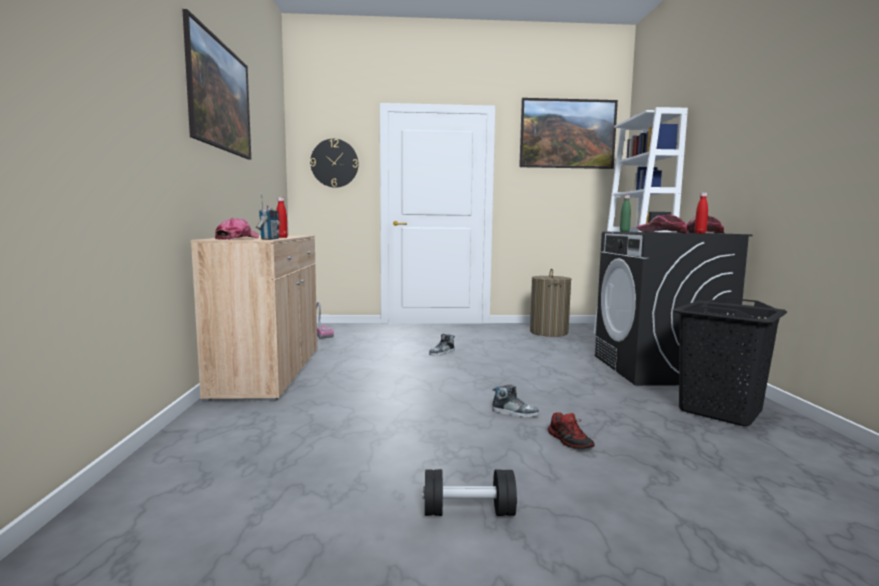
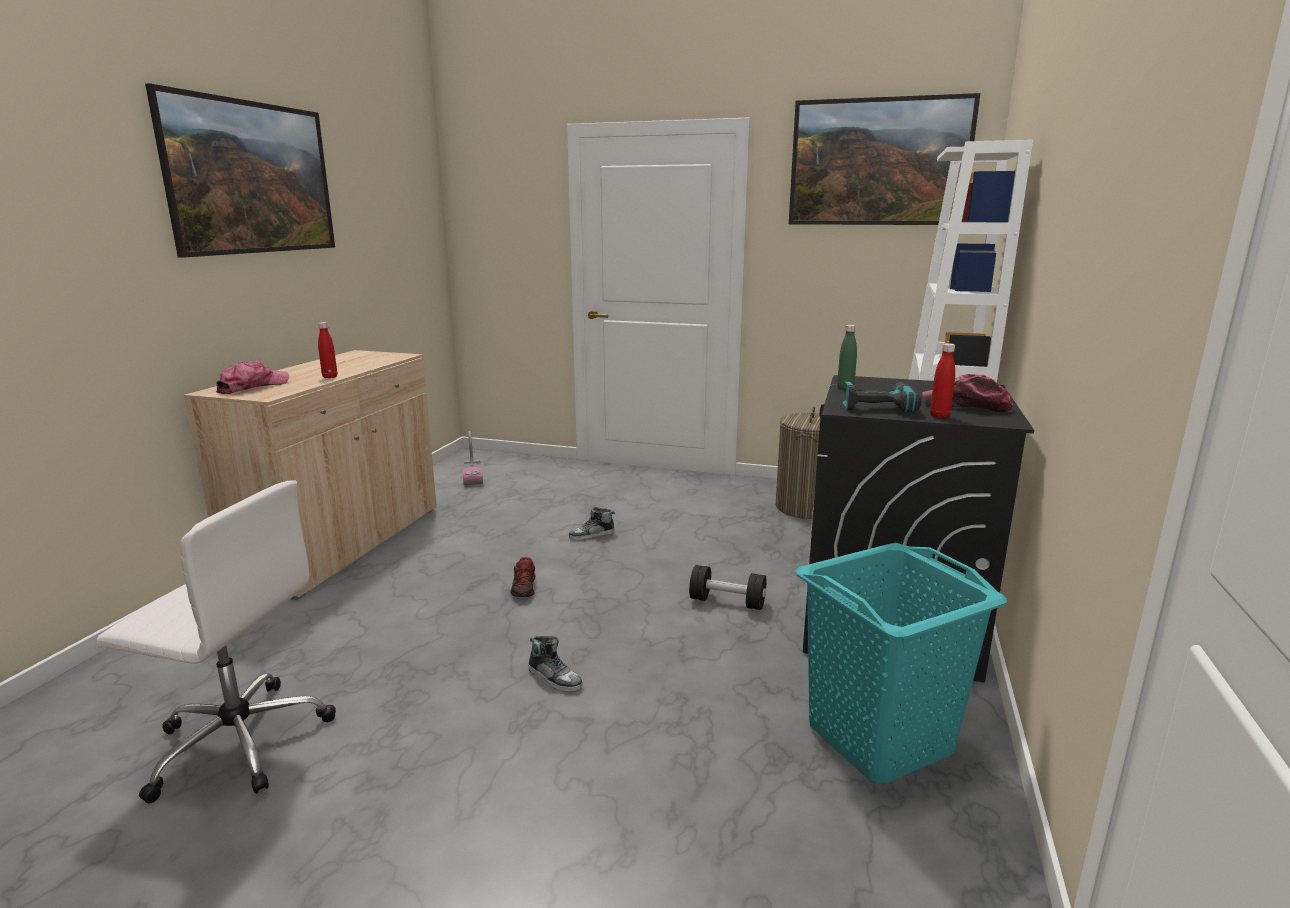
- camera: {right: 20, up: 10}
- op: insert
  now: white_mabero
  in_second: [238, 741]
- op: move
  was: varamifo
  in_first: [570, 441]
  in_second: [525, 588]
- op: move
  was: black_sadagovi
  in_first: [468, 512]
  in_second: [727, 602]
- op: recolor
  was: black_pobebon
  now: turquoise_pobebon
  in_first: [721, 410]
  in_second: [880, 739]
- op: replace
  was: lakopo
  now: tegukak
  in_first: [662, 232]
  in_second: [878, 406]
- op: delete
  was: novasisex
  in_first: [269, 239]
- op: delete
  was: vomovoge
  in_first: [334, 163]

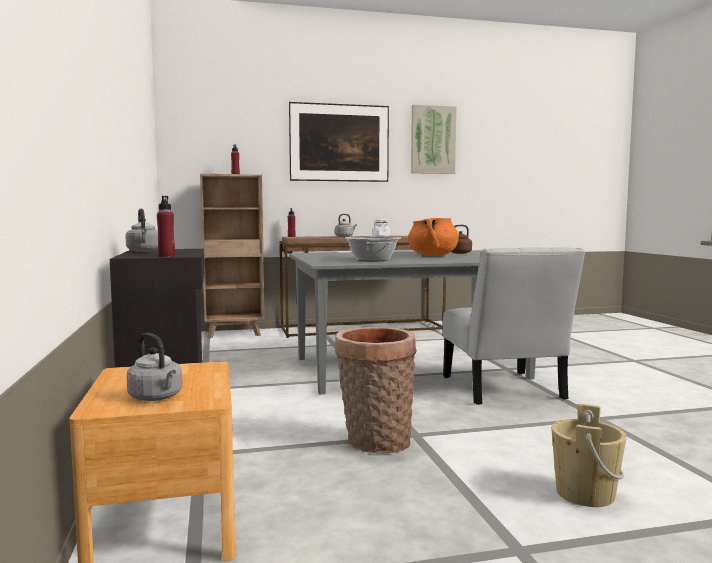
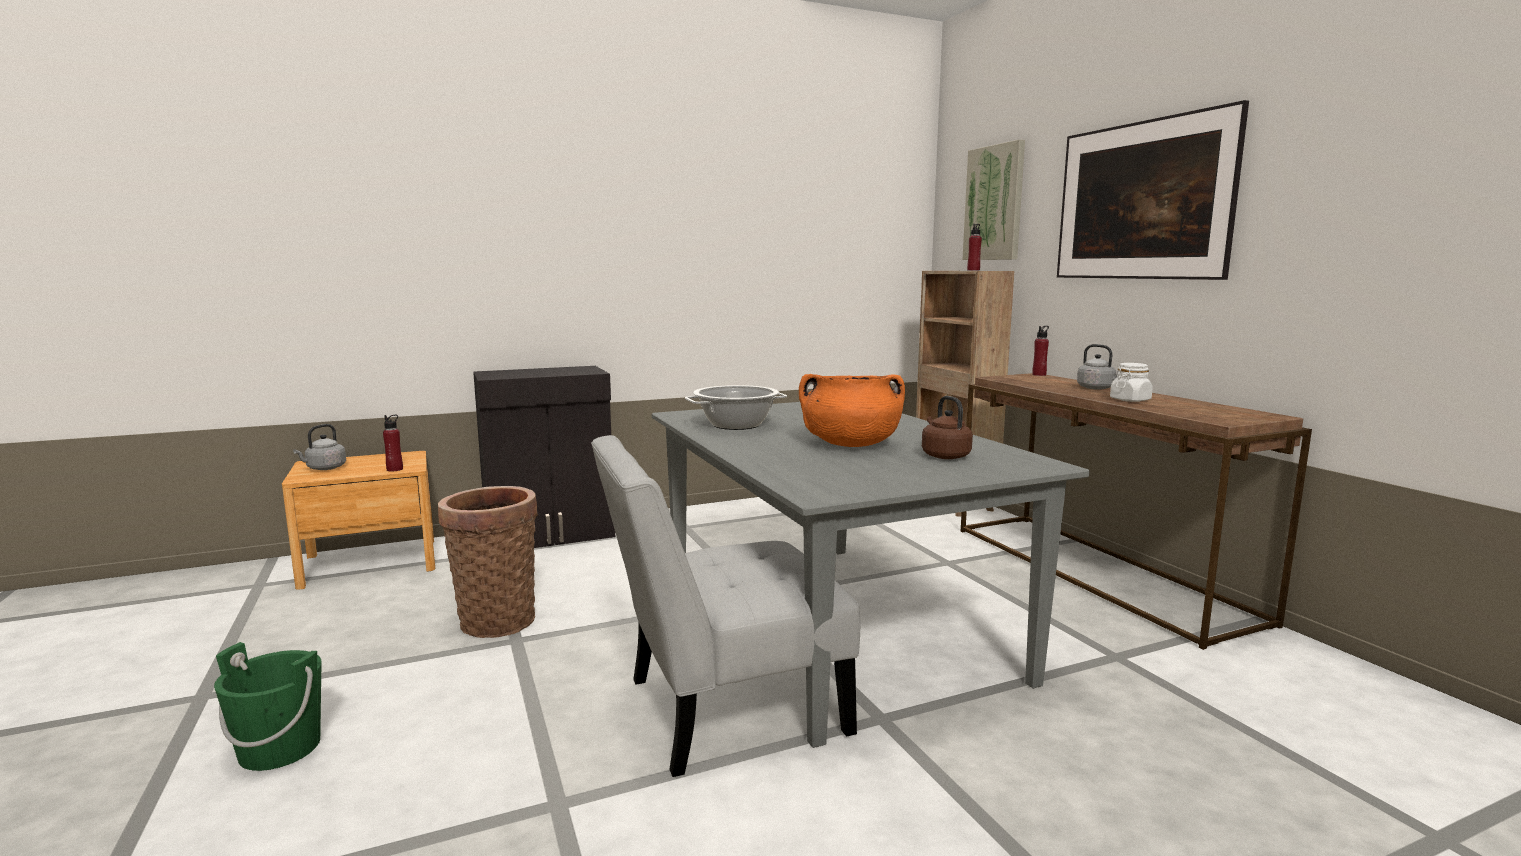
- camera: {right: 80, up: 5}
- op: recolor
  was: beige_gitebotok
  now: green_gitebotok
  in_first: [585, 493]
  in_second: [280, 748]
- op: move
  was: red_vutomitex
  in_first: [166, 256]
  in_second: [395, 469]
- op: move
  was: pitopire
  in_first: [433, 140]
  in_second: [994, 203]
- op: delete
  was: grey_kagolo
  in_first: [144, 251]

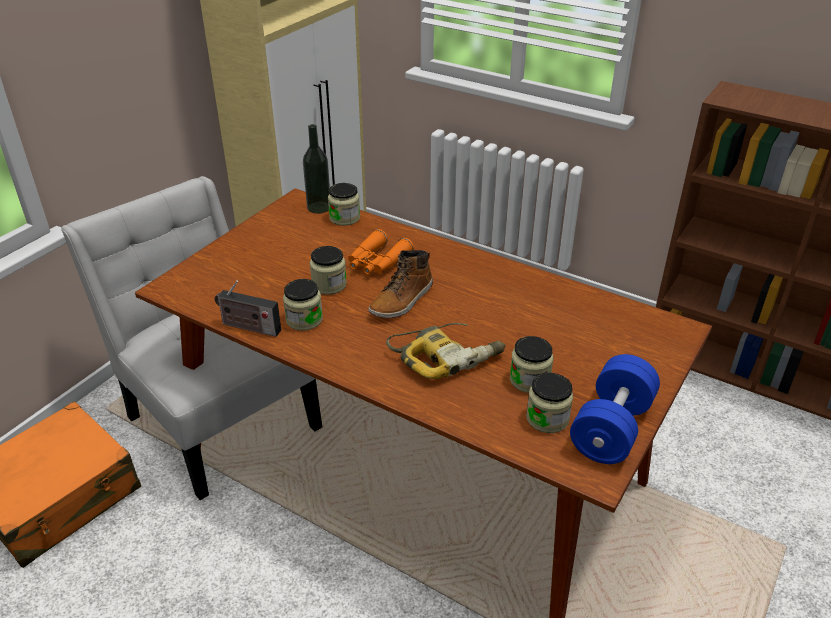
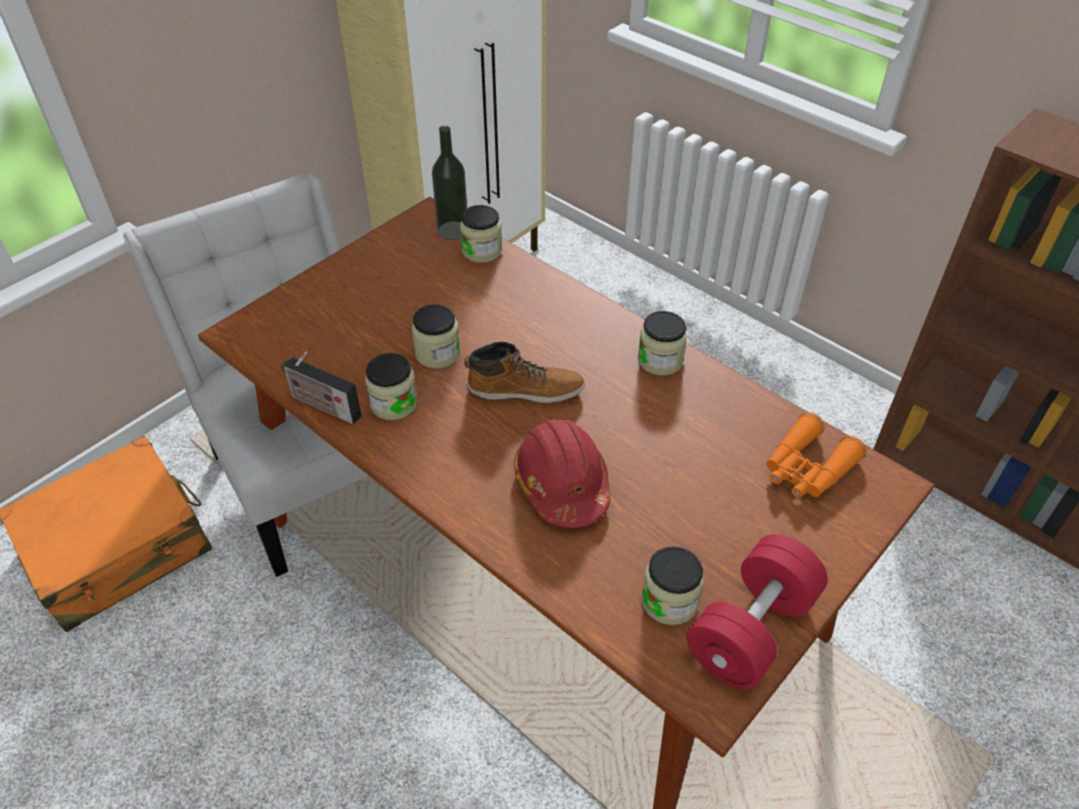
- camera: {right: 10, up: 10}
- op: rotate
  was: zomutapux
  in_first: [402, 300]
  in_second: [525, 389]
  clockwise: -135
- op: replace
  was: tegukak
  now: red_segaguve
  in_first: [447, 356]
  in_second: [562, 484]
- op: move
  was: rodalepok
  in_first: [529, 380]
  in_second: [660, 360]
- op: recolor
  was: blue_sadagovi
  now: red_sadagovi
  in_first: [611, 428]
  in_second: [751, 629]
- op: move
  was: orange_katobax
  in_first: [377, 262]
  in_second: [807, 469]

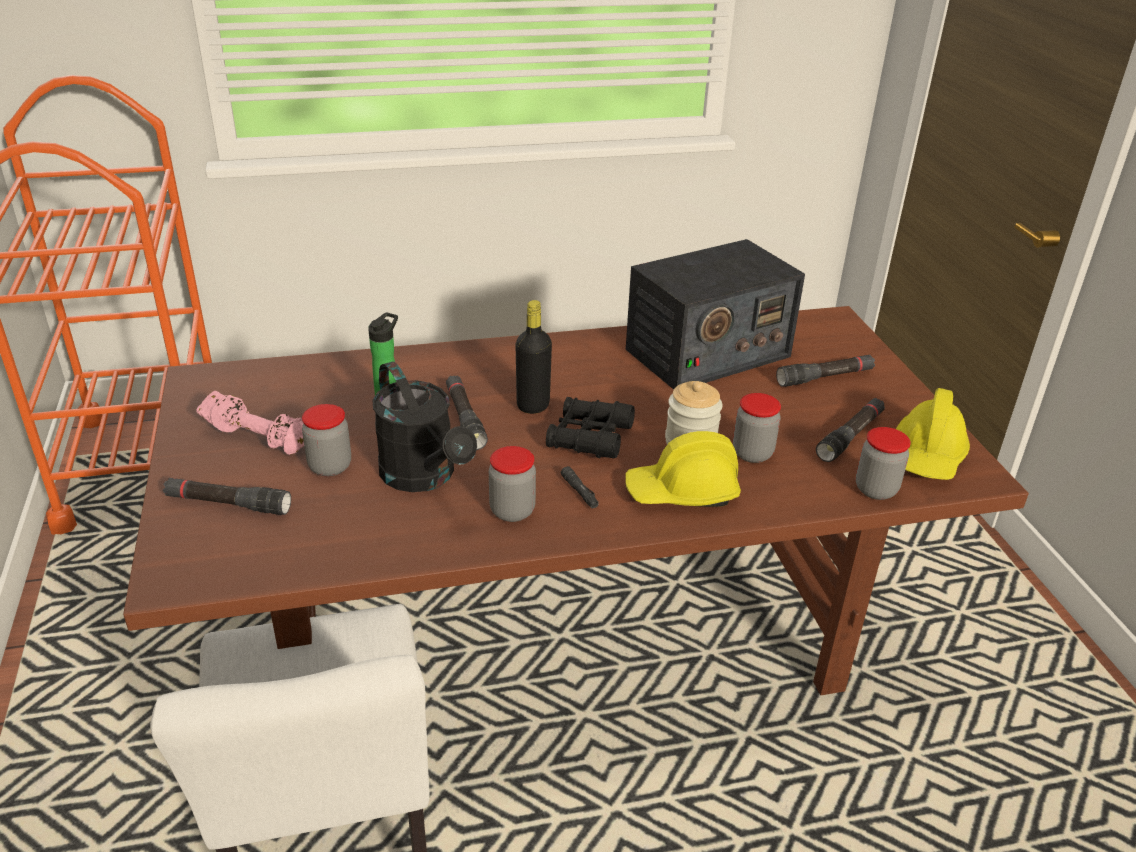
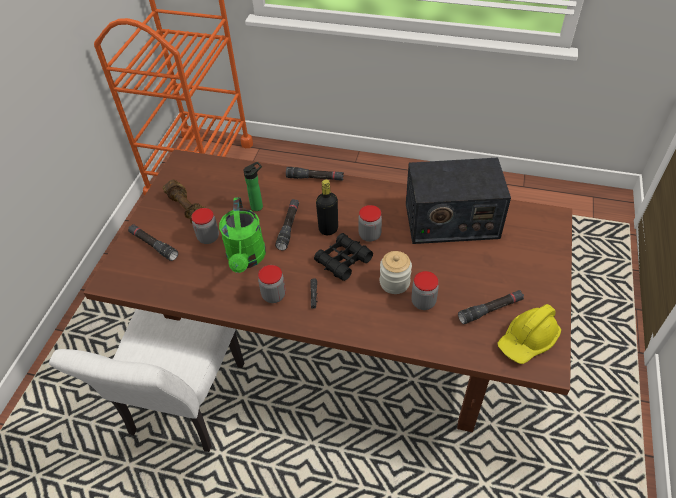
- camera: {right: 30, up: 15}
- op: recolor
  was: pink_sadagovi
  now: brown_sadagovi
  in_first: [258, 437]
  in_second: [187, 208]
- op: recolor
  was: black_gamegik
  now: green_gamegik
  in_first: [424, 477]
  in_second: [246, 259]
- op: move
  was: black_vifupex
  in_first: [825, 377]
  in_second: [315, 178]
- op: move
  was: rodalepok
  in_first: [876, 489]
  in_second: [369, 235]
- op: delete
  was: yellow_segaguve
  in_first: [682, 492]

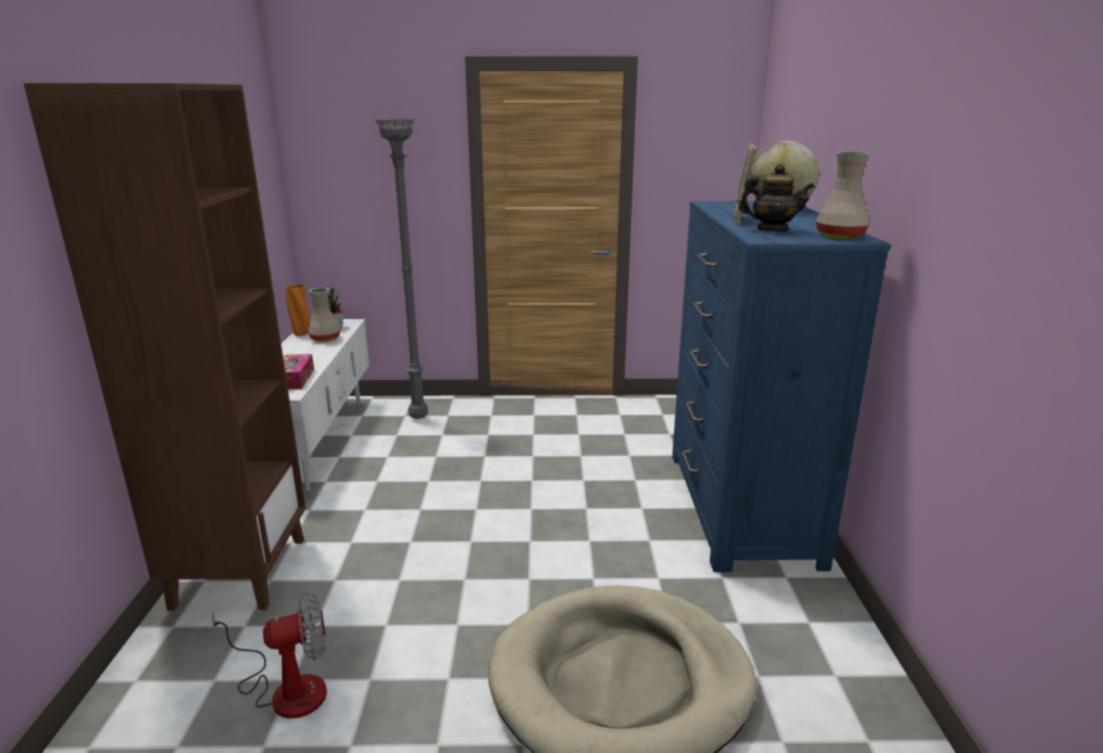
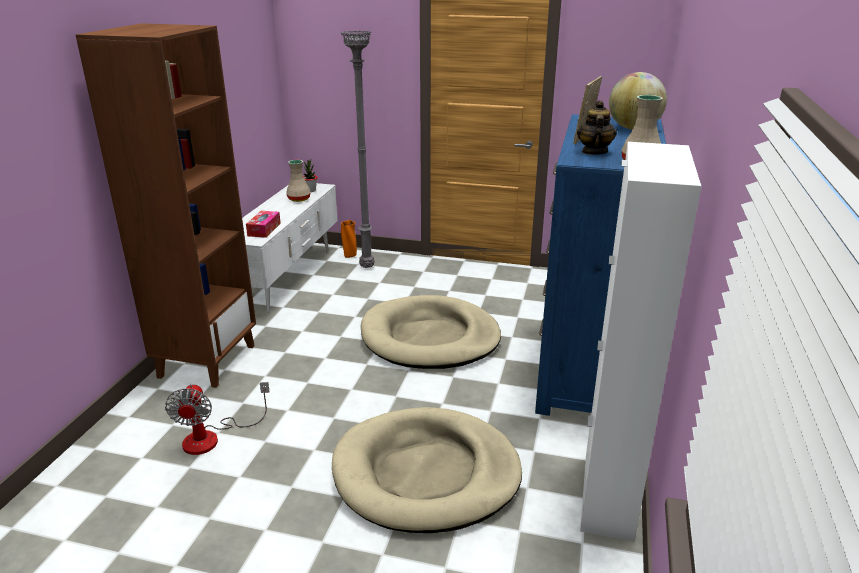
- camera: {right: 15, up: 5}
- op: rotate
  was: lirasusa
  in_first: [286, 689]
  in_second: [212, 437]
  clockwise: 90
- op: move
  was: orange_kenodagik
  in_first: [301, 334]
  in_second: [349, 256]
- op: insert
  now: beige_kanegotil
  in_second: [430, 338]
- op: rotate
  was: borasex
  in_first: [772, 230]
  in_second: [594, 152]
  clockwise: -105
- op: insert
  now: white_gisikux
  in_second: [608, 495]

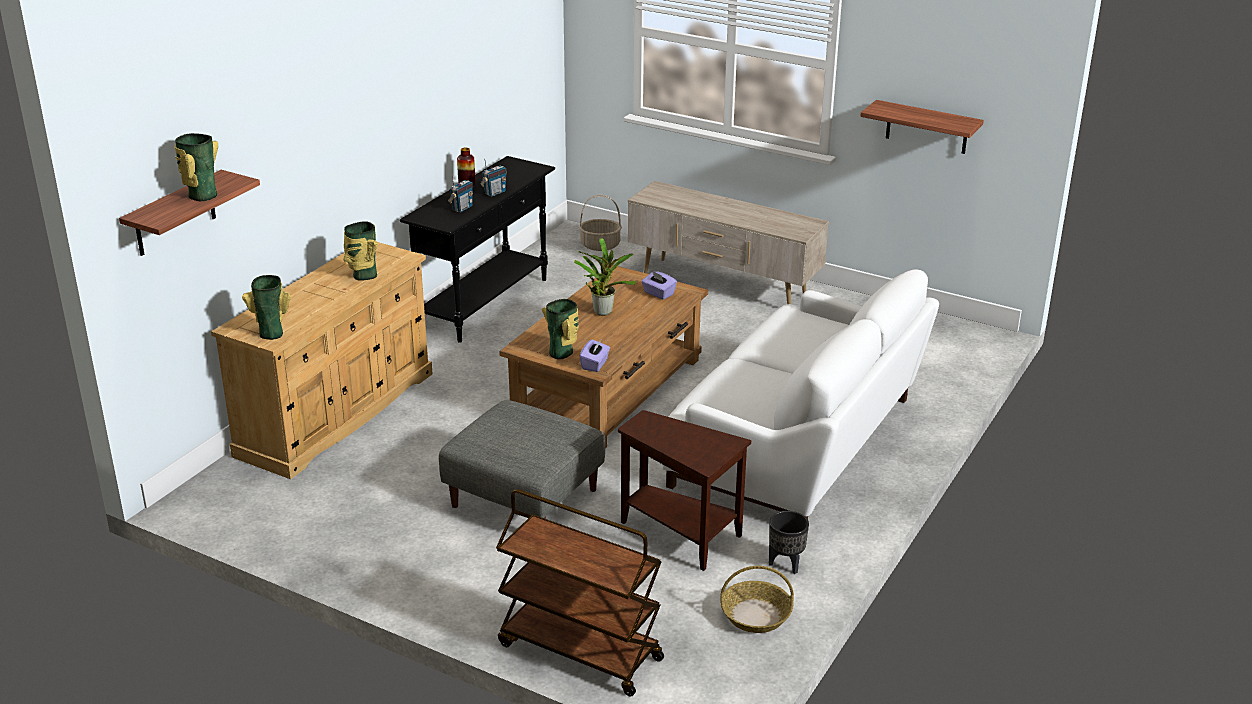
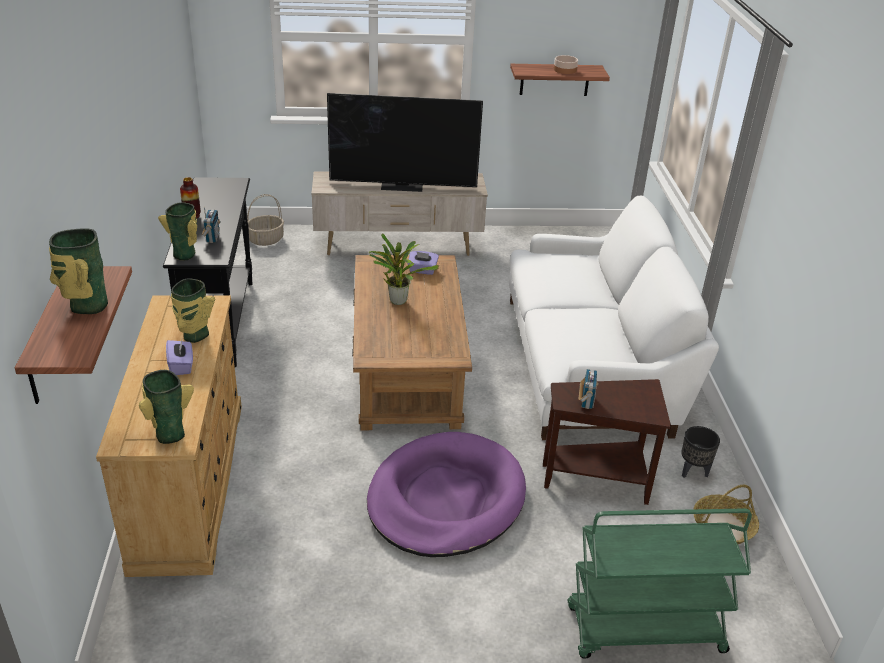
- camera: {right: -35, up: 5}
- op: move
  was: kenodagik
  in_first: [562, 352]
  in_second: [186, 253]
- op: move
  was: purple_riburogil
  in_first: [595, 364]
  in_second: [181, 366]
- op: insert
  now: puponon
  in_second: [403, 185]
- op: replace
  was: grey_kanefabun
  now: purple_kanegotil
  in_first: [523, 498]
  in_second: [445, 499]
- op: insert
  now: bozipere
  in_second: [565, 70]
- op: recolor
  was: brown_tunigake
  now: green_tunigake
  in_first: [578, 652]
  in_second: [644, 631]
- op: move
  was: novasisex
  in_first: [495, 192]
  in_second: [586, 401]

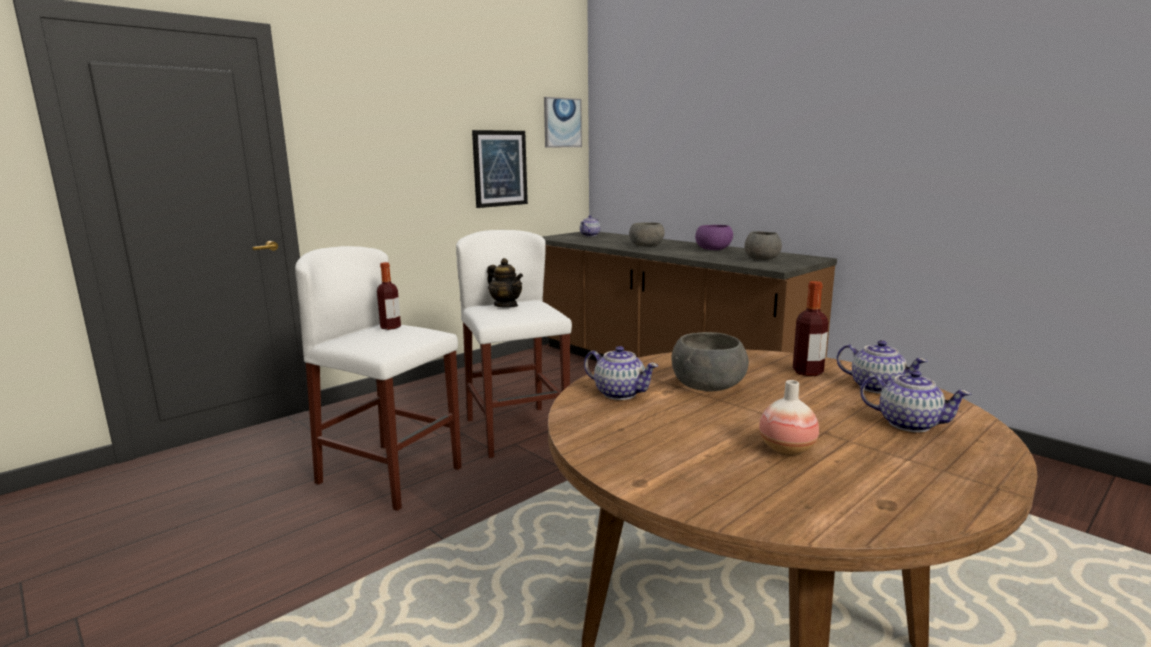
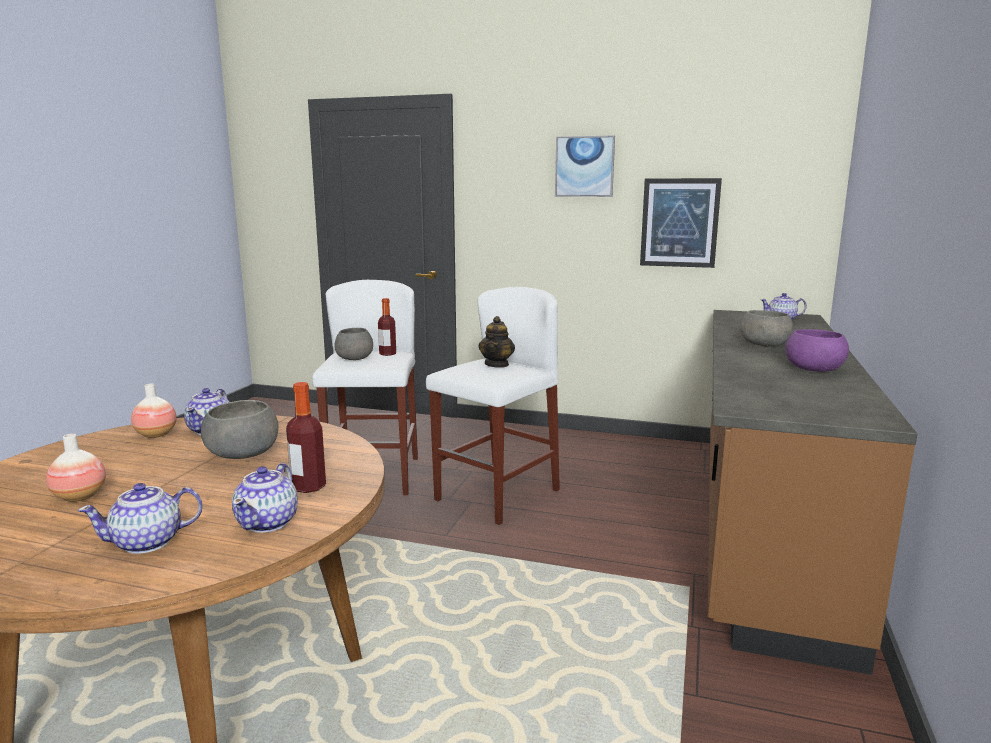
- camera: {right: 60, up: 0}
- op: rotate
  was: borasex
  in_first: [908, 423]
  in_second: [148, 542]
  clockwise: 60
- op: insert
  now: kenodagik
  in_second: [156, 434]
- op: move
  was: grey_bozipere
  in_first: [761, 258]
  in_second: [355, 358]
- op: move
  was: pitopire
  in_first: [562, 122]
  in_second: [584, 166]

